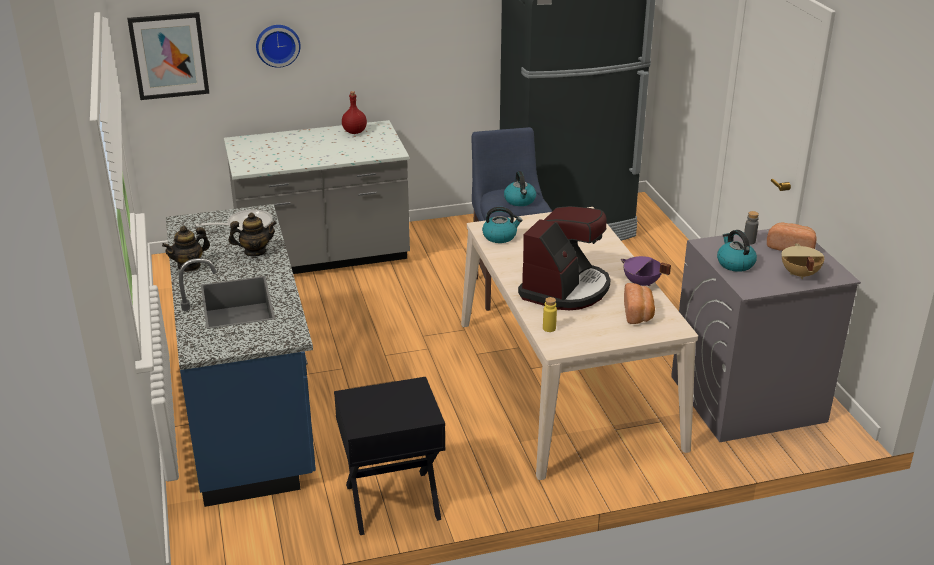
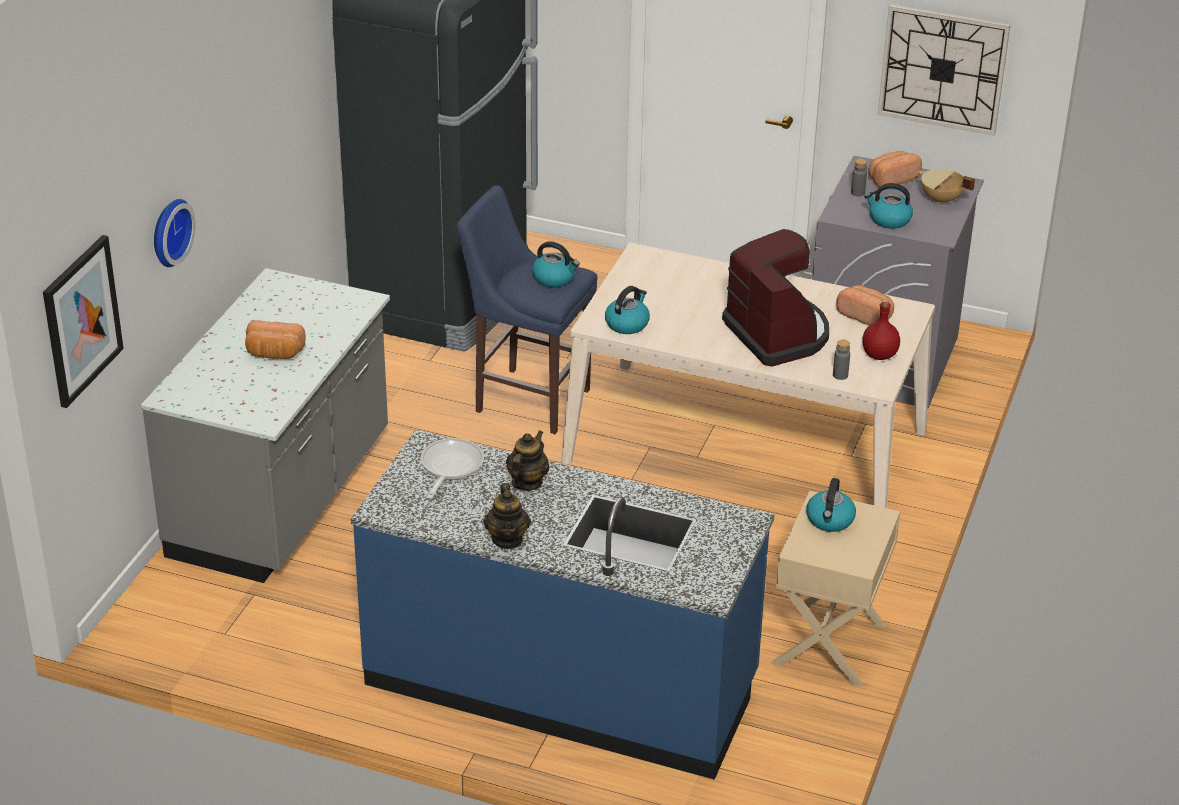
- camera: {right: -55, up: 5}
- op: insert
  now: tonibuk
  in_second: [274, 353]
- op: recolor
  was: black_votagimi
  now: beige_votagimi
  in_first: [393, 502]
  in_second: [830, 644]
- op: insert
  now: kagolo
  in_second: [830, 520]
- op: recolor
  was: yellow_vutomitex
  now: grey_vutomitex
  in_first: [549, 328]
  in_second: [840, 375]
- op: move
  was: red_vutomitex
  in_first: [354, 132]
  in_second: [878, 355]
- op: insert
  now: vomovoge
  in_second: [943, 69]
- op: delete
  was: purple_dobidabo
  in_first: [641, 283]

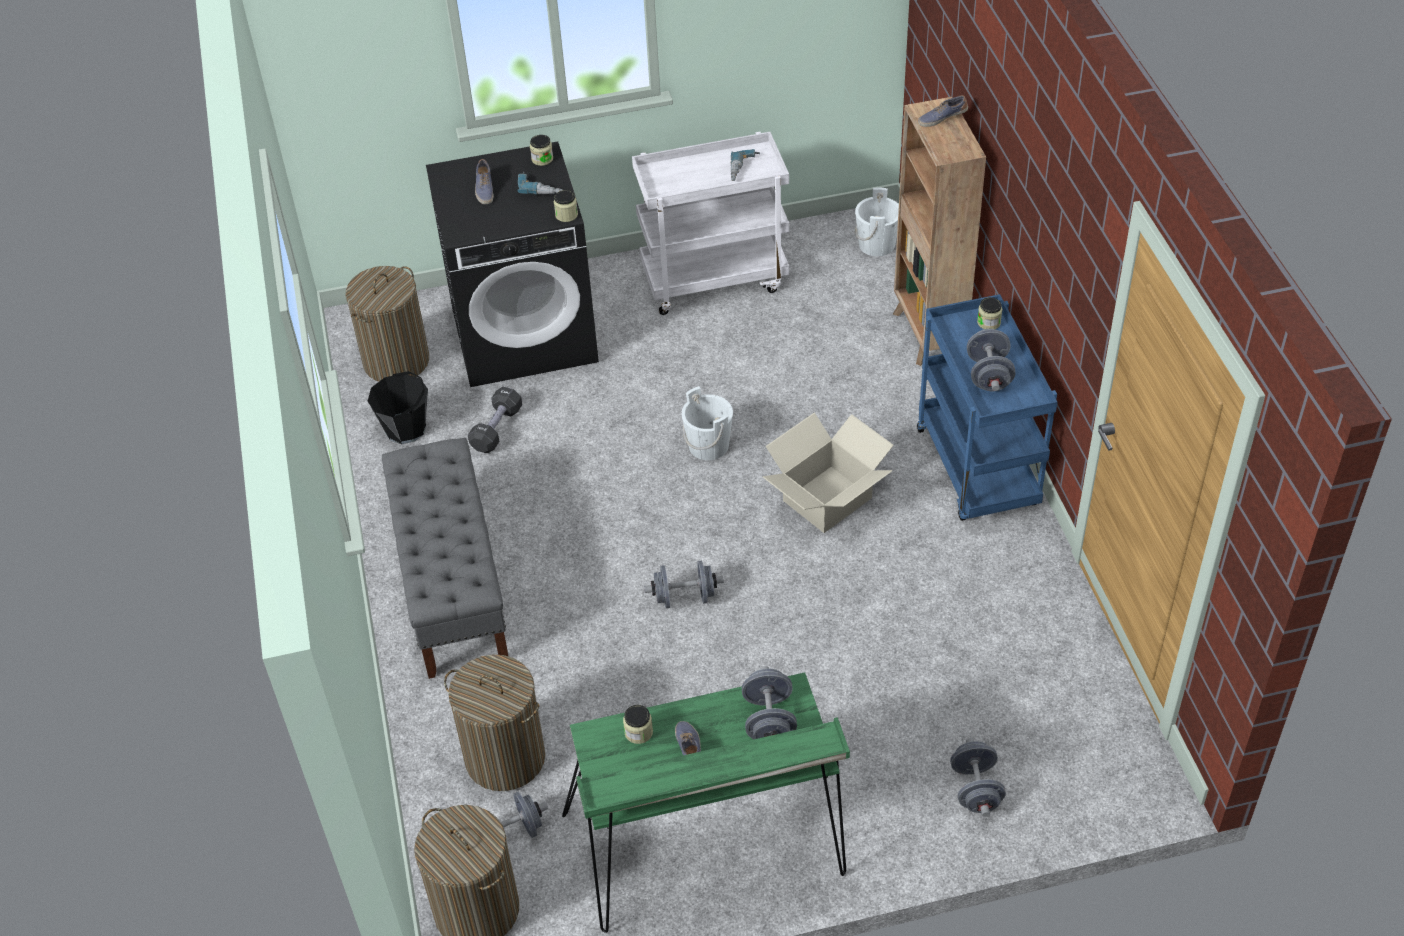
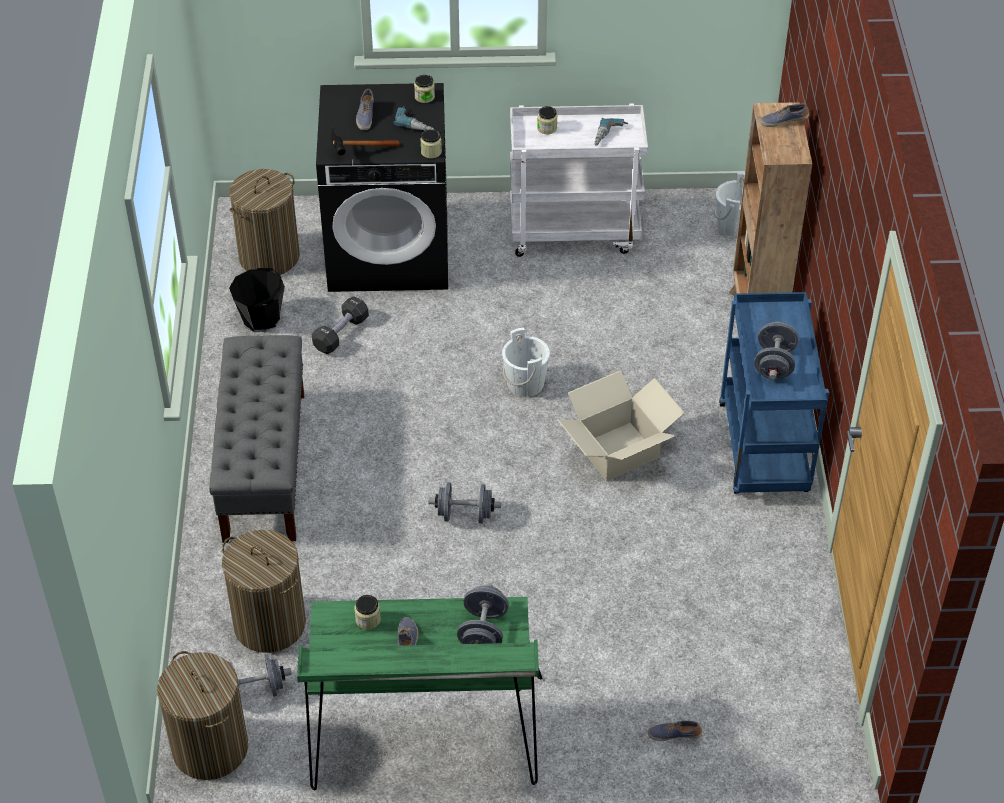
- camera: {right: 10, up: 0}
- op: insert
  now: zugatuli
  in_second: [357, 153]
- op: move
  was: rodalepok
  in_first: [988, 322]
  in_second: [547, 128]
- op: replace
  was: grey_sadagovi
  now: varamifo
  in_first: [975, 789]
  in_second: [674, 734]

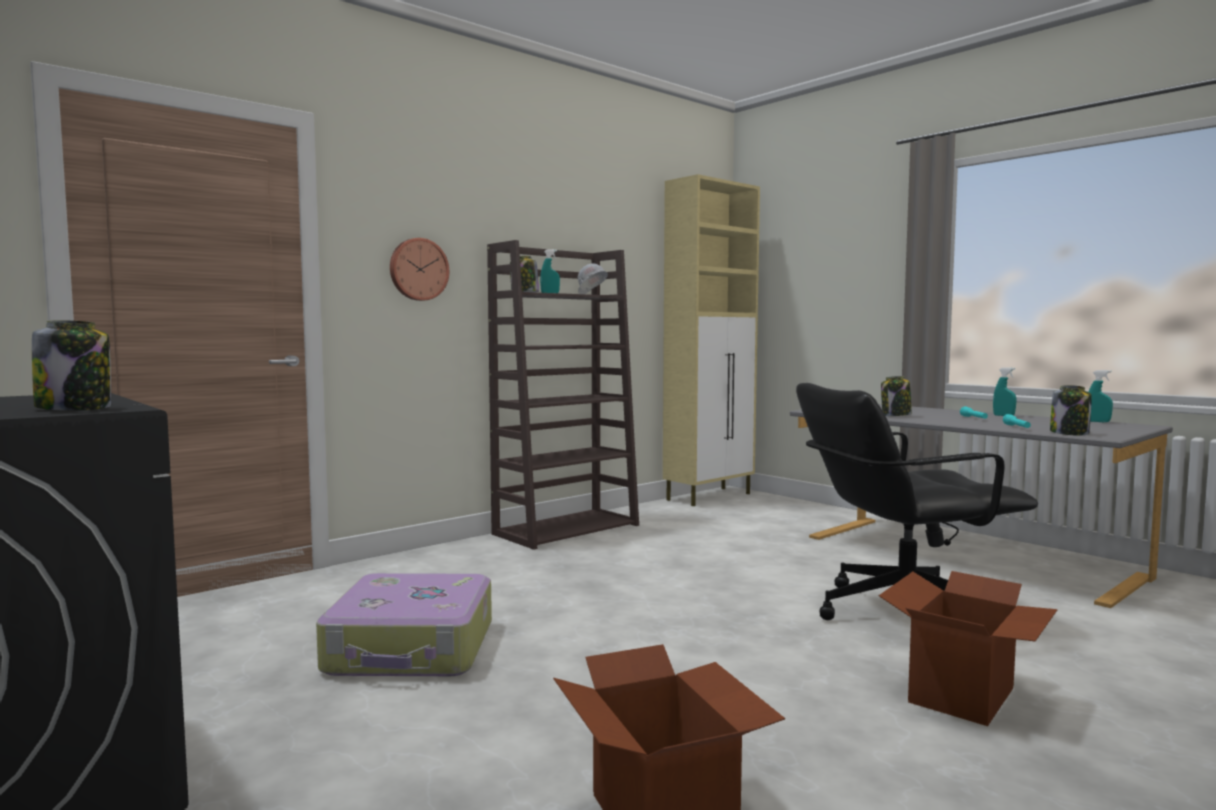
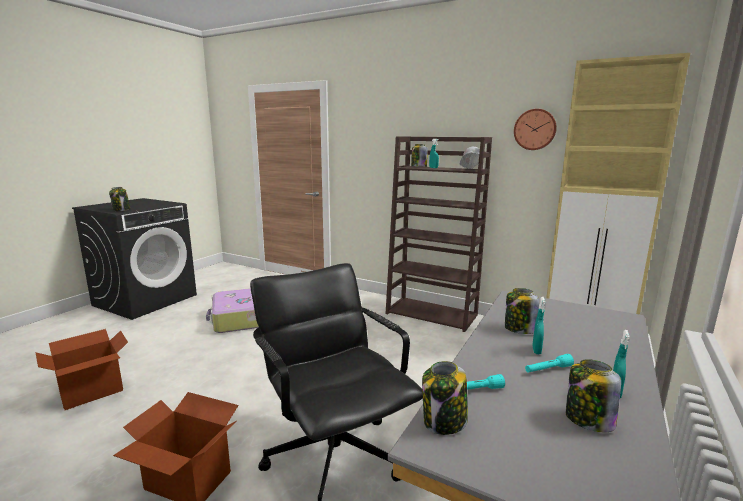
- camera: {right: 70, up: 10}
- op: move
  was: vomovoge
  in_first: [418, 269]
  in_second: [535, 129]
- op: move
  was: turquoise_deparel
  in_first: [1098, 421]
  in_second: [536, 350]
- op: insert
  now: rodalepok
  in_second: [588, 420]

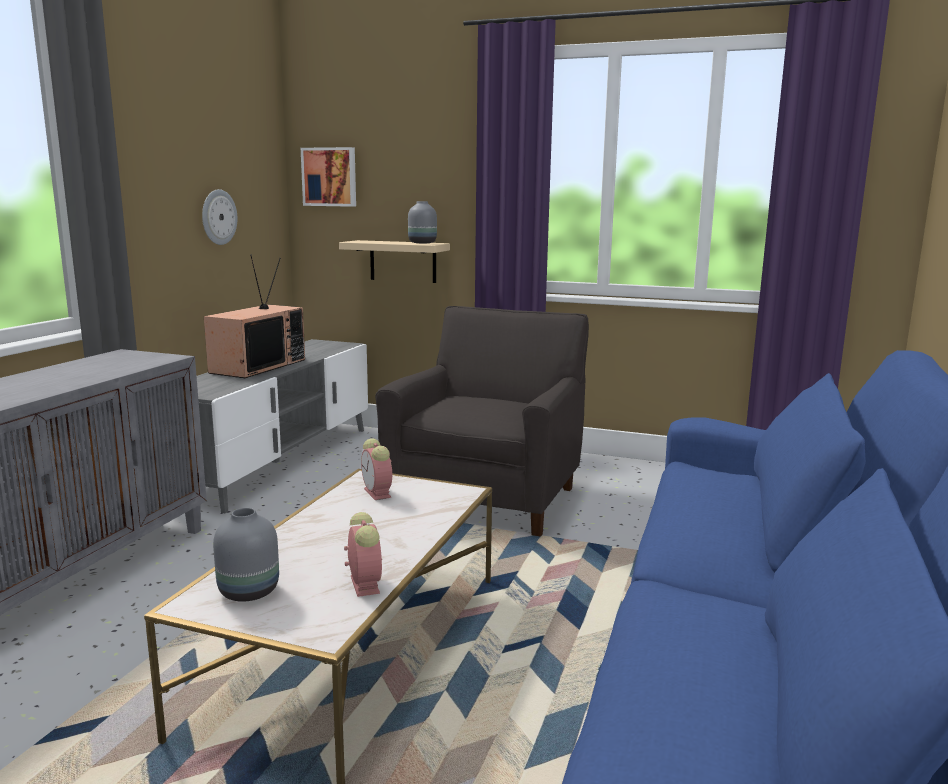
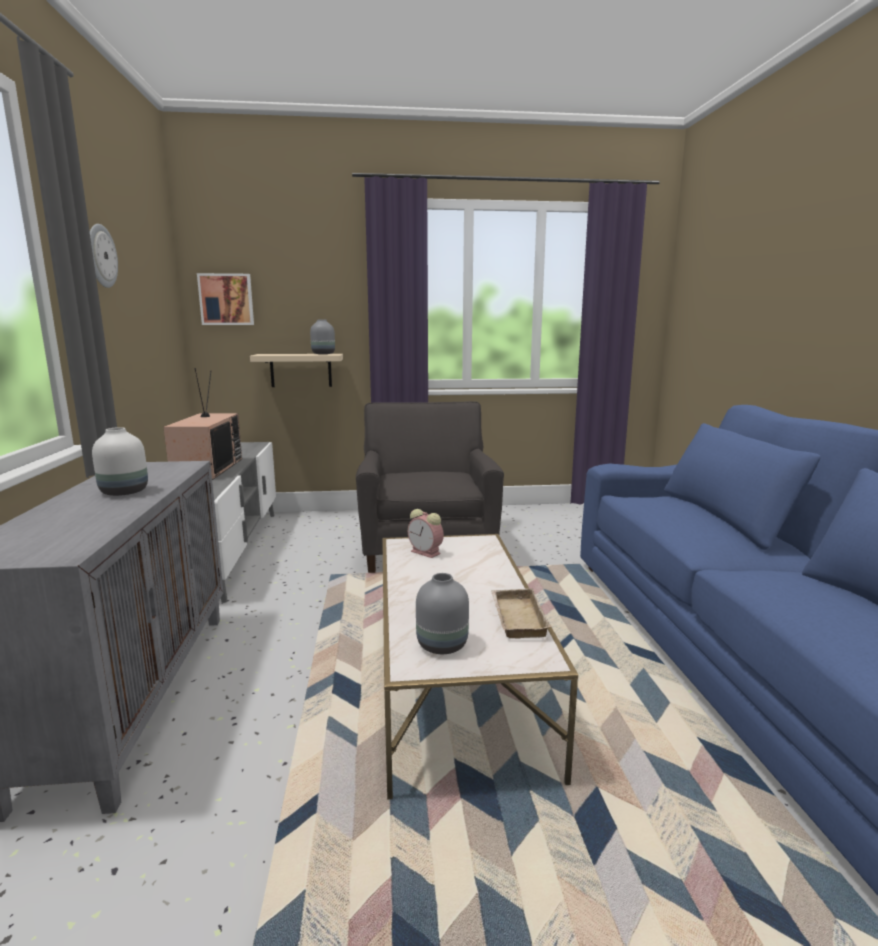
- camera: {right: -25, up: 0}
- op: move
  was: vomovoge
  in_first: [218, 217]
  in_second: [101, 256]
- op: insert
  now: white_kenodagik
  in_second: [124, 492]
- op: replace
  was: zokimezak
  now: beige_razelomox
  in_first: [364, 583]
  in_second: [516, 617]

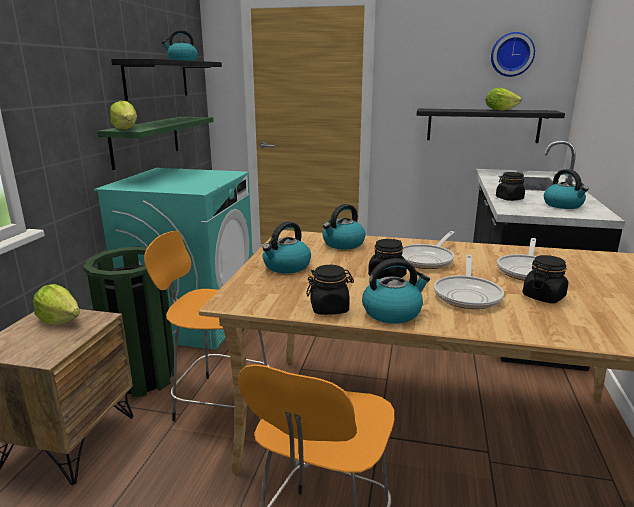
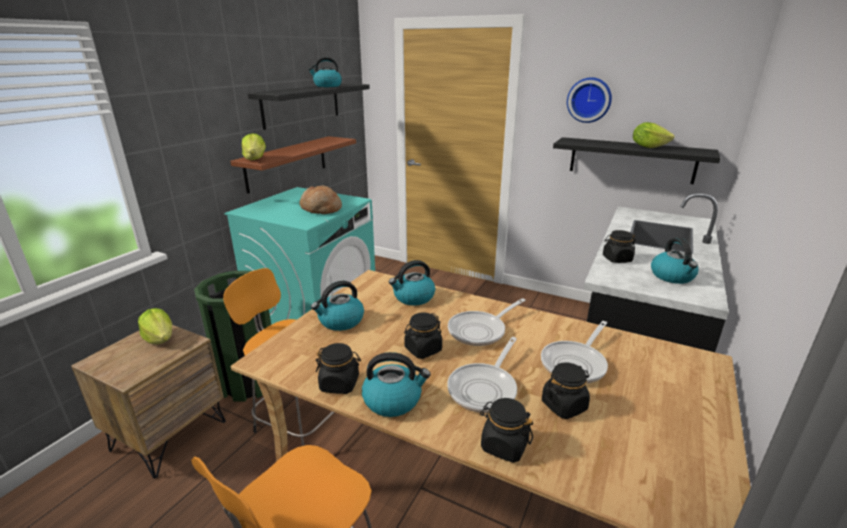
- camera: {right: 15, up: 5}
- op: recolor
  was: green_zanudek
  now: brown_zanudek
  in_first: [146, 141]
  in_second: [287, 163]
- op: insert
  now: tonibuk
  in_second: [321, 209]
- op: insert
  now: black_rodalepok
  in_second: [504, 445]
- op: move
  was: vomovoge
  in_first: [512, 54]
  in_second: [589, 100]

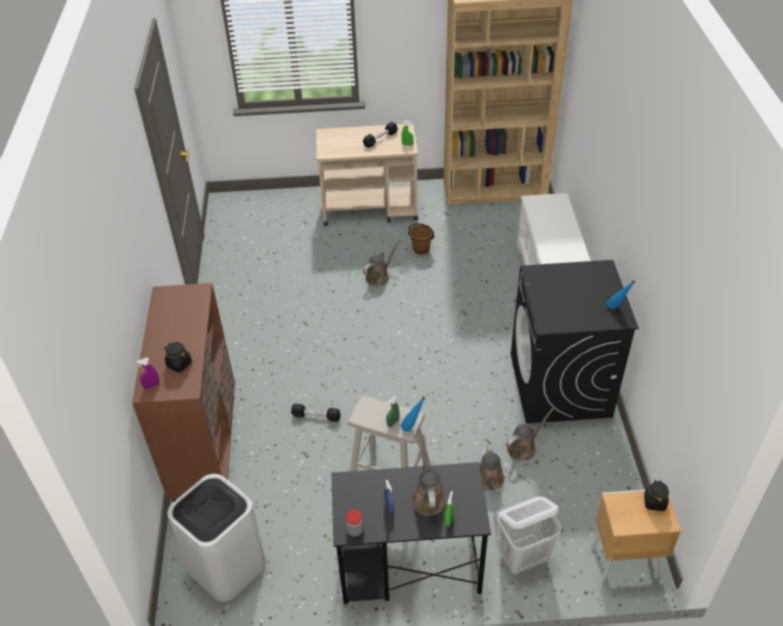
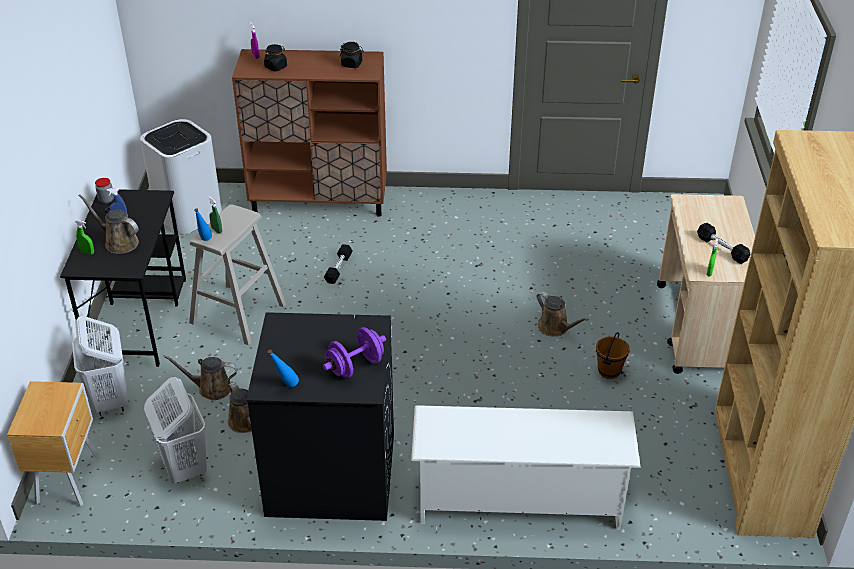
- camera: {right: 95, up: -5}
- op: rotate
  was: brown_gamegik
  in_first: [428, 496]
  in_second: [118, 242]
  clockwise: -150
- op: insert
  now: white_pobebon
  in_second: [184, 467]
- op: insert
  now: purple_sadagovi
  in_second: [355, 366]
- op: move
  was: black_rodalepok
  in_first: [654, 502]
  in_second: [352, 64]

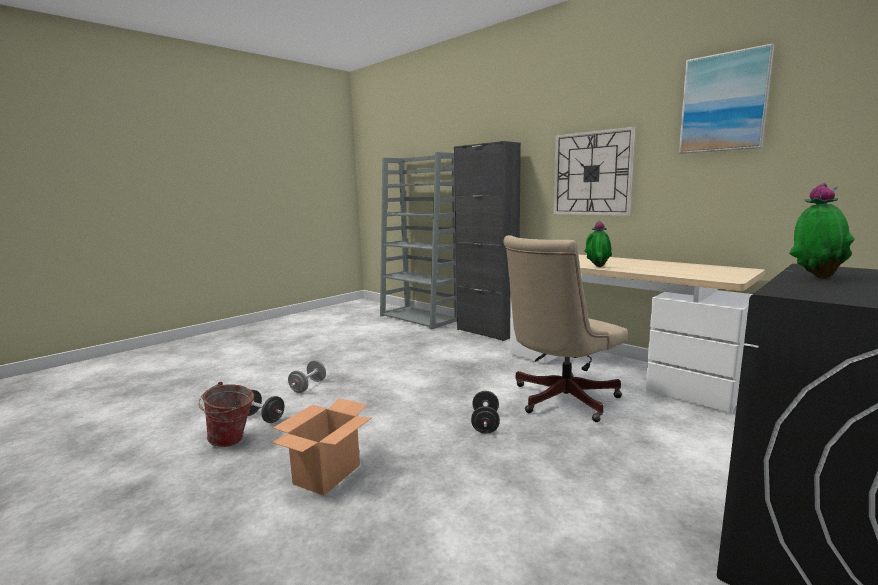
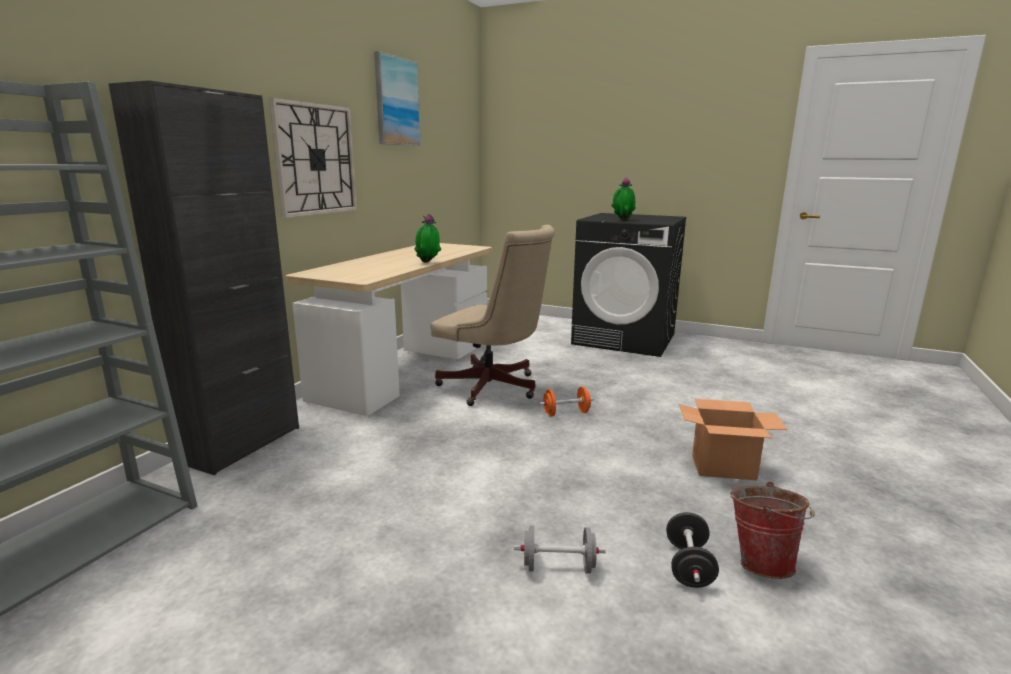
- camera: {right: -110, up: 5}
- op: recolor
  was: black_sadagovi
  now: orange_sadagovi
  in_first: [485, 423]
  in_second: [566, 413]

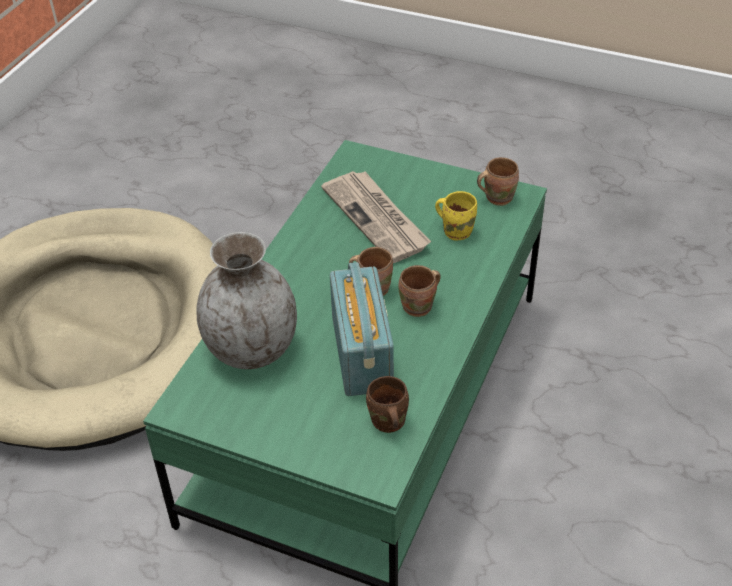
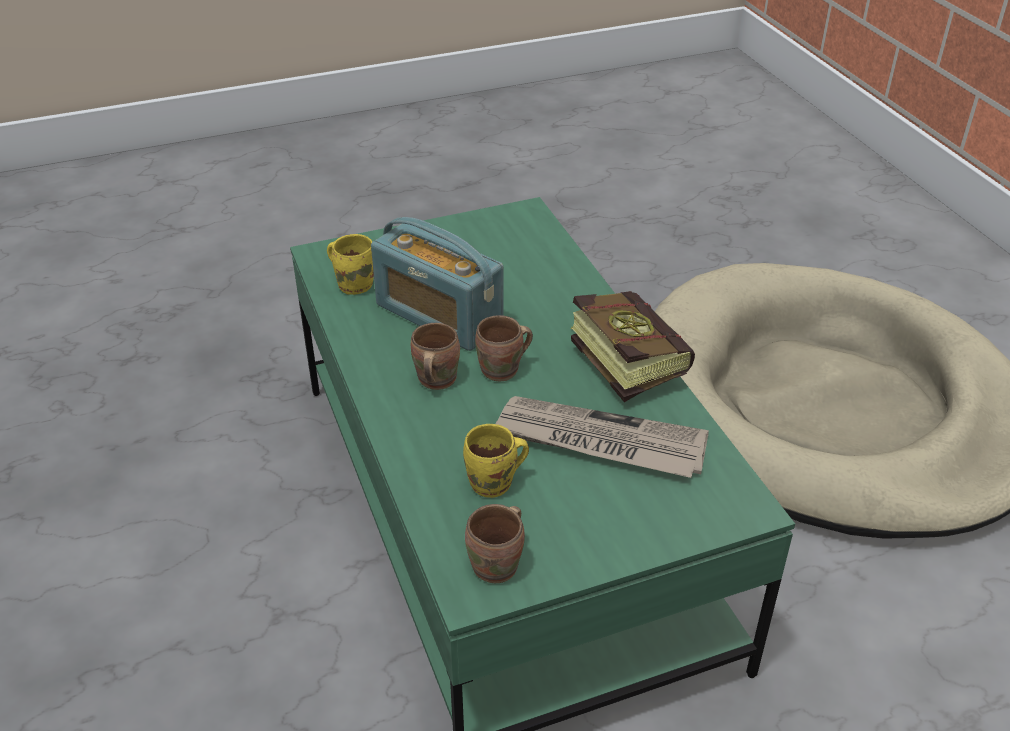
- camera: {right: 135, up: -5}
- op: recolor
  was: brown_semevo
  now: yellow_semevo
  in_first: [386, 423]
  in_second: [355, 284]
- op: insert
  now: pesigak
  in_second: [620, 360]
- op: delete
  was: grey_kenodagik
  in_first: [251, 350]

